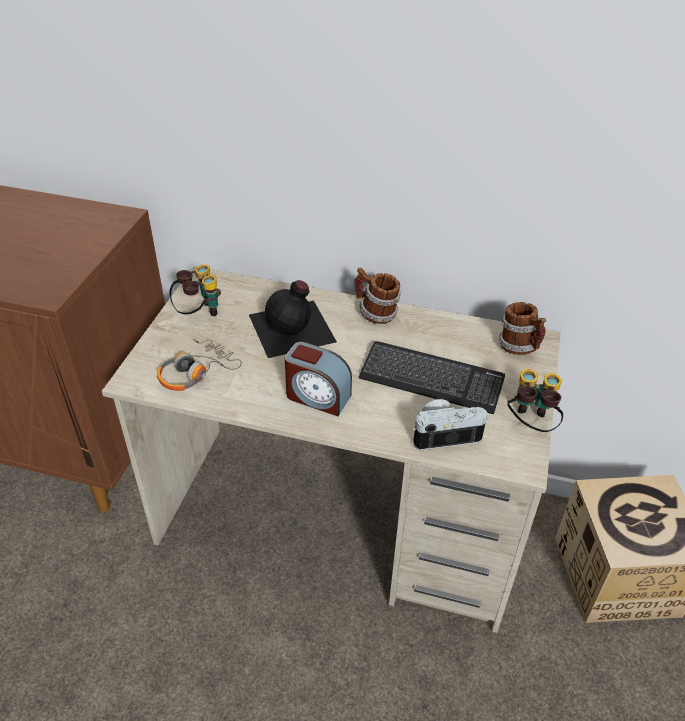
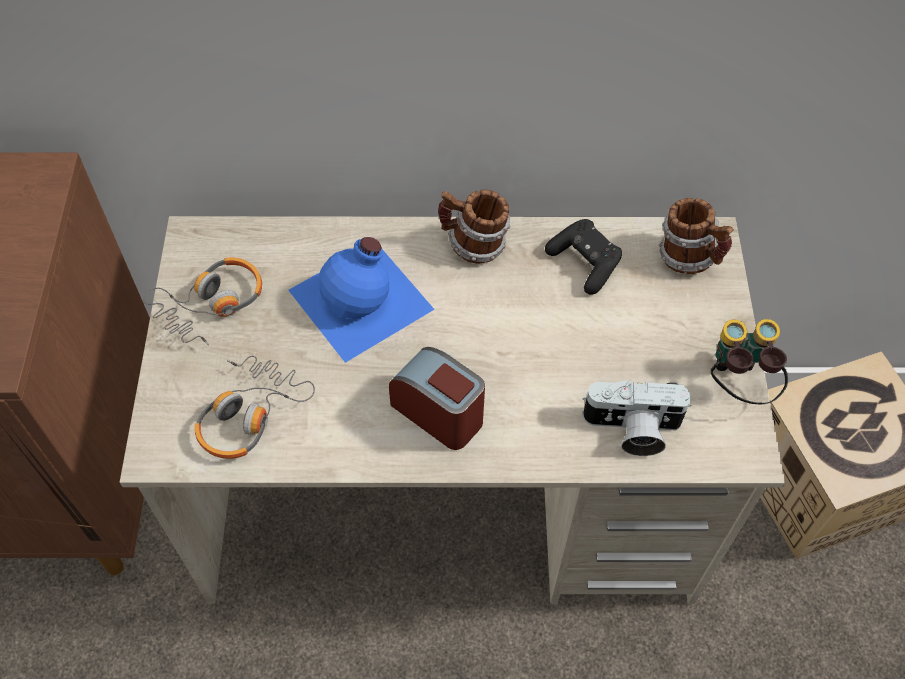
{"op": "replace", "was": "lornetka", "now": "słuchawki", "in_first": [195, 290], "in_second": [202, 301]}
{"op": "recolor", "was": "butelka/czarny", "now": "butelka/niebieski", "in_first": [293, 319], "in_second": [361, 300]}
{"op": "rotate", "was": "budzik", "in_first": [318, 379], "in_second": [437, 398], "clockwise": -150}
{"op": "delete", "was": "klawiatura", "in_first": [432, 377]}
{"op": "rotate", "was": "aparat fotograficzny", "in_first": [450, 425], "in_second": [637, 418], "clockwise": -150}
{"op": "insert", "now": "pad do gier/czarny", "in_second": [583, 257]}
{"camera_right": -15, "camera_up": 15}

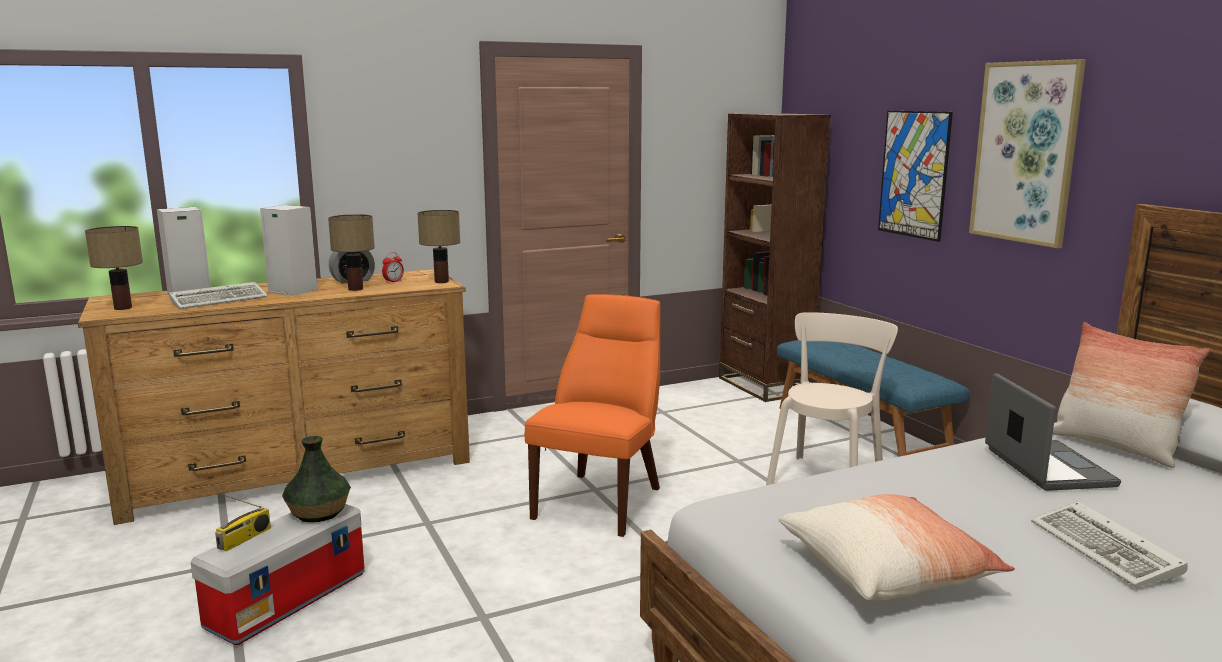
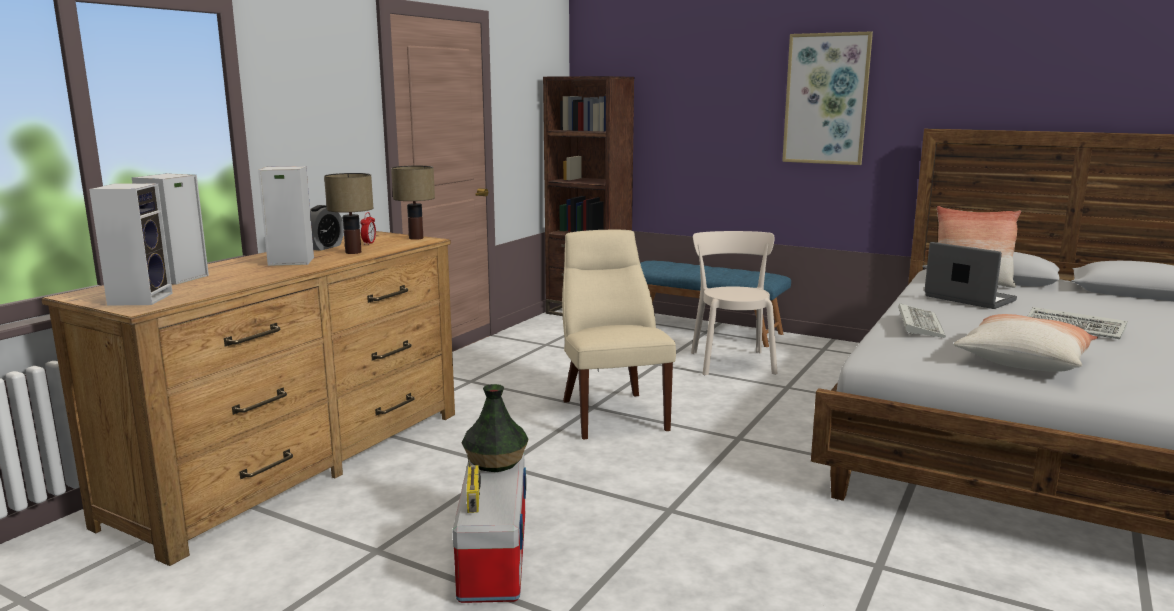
{"op": "replace", "was": "lampa stołowa", "now": "głośnik", "in_first": [114, 268], "in_second": [131, 244]}
{"op": "move", "was": "klawiatura", "in_first": [218, 295], "in_second": [922, 320]}
{"op": "recolor", "was": "krzesło/pomarańczowy", "now": "krzesło/beżowy", "in_first": [592, 415], "in_second": [619, 334]}
{"op": "delete", "was": "obraz", "in_first": [915, 176]}
{"camera_right": -35, "camera_up": 0}

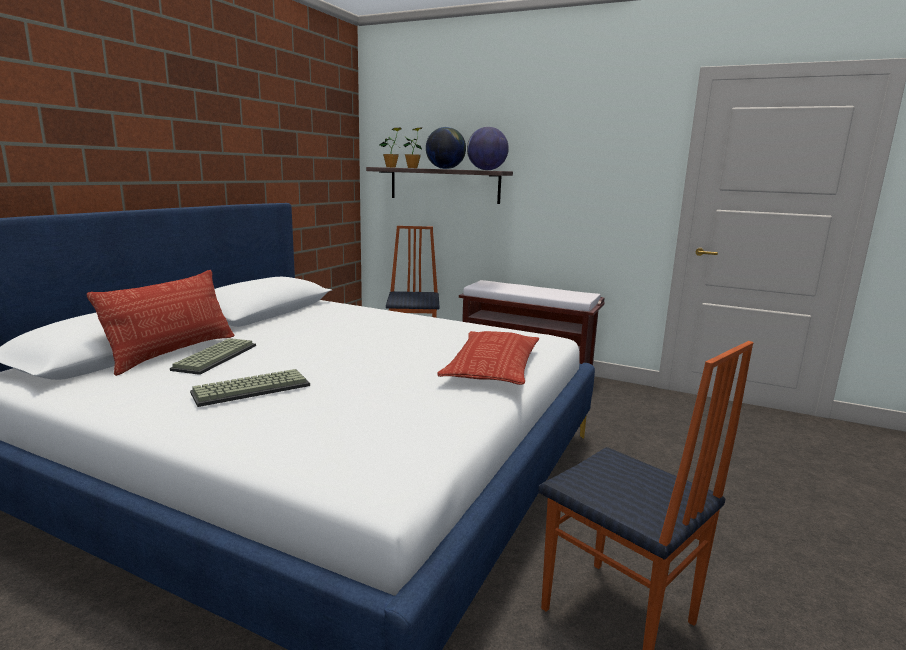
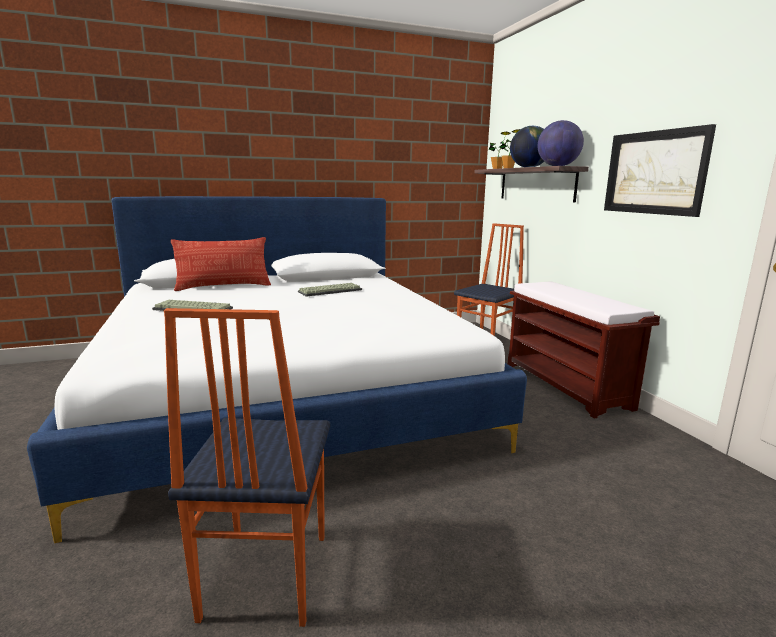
{"op": "move", "was": "klawiatura", "in_first": [213, 356], "in_second": [330, 290]}
{"op": "delete", "was": "poduszka", "in_first": [488, 358]}
{"op": "insert", "now": "obraz", "in_second": [660, 170]}
{"camera_right": 45, "camera_up": 0}

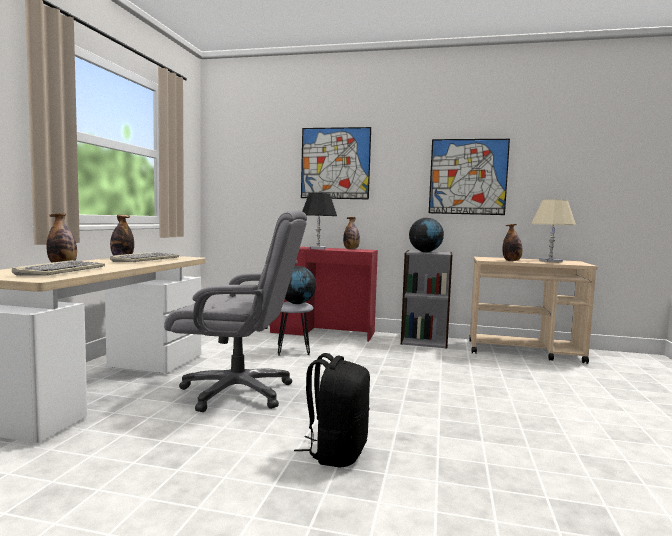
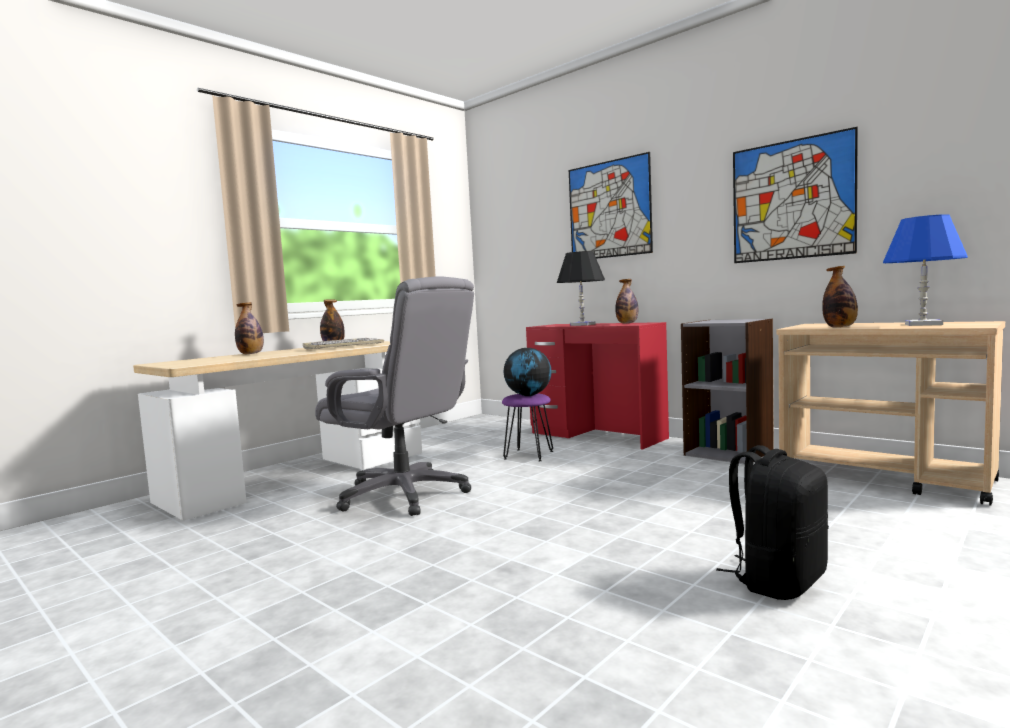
{"op": "delete", "was": "klawiatura", "in_first": [58, 268]}
{"op": "recolor", "was": "stołek/szary", "now": "stołek/fioletowy", "in_first": [295, 328], "in_second": [527, 427]}
{"op": "move", "was": "plecak/czarny", "in_first": [332, 410], "in_second": [772, 522]}
{"op": "delete", "was": "globus", "in_first": [426, 235]}
{"op": "recolor", "was": "lampa stołowa/beżowy", "now": "lampa stołowa/niebieski", "in_first": [553, 231], "in_second": [925, 270]}
{"camera_right": 30, "camera_up": 0}

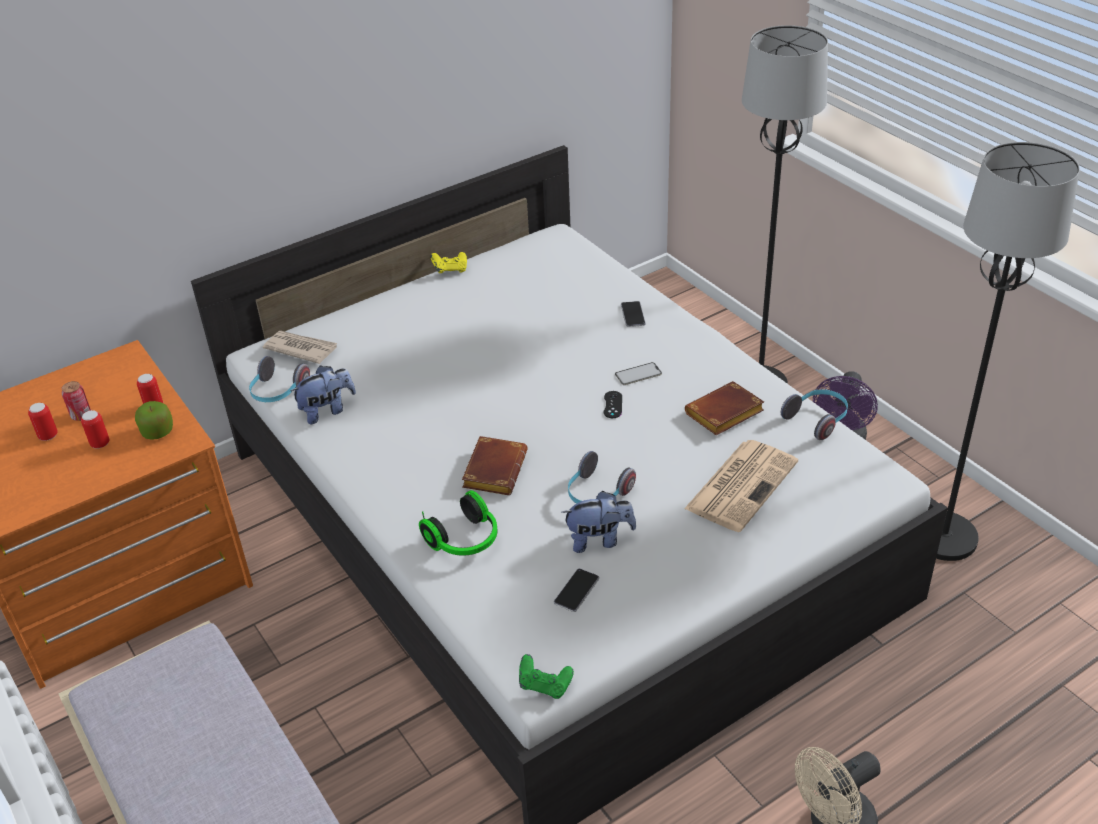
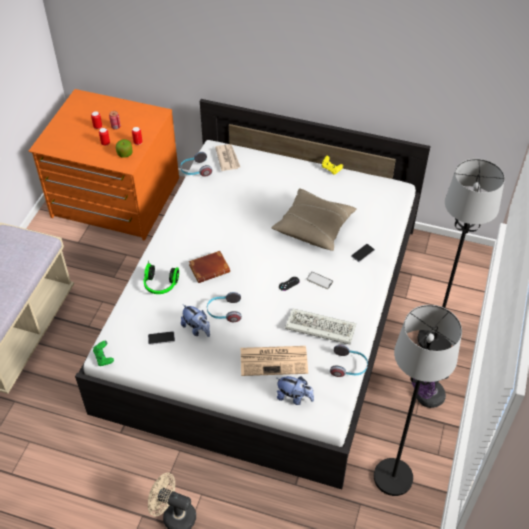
{"op": "move", "was": "pluszak", "in_first": [323, 394], "in_second": [295, 390]}
{"op": "replace", "was": "książka/brązowy", "now": "klawiatura", "in_first": [724, 408], "in_second": [320, 327]}
{"op": "insert", "now": "poduszka/beżowy", "in_second": [314, 219]}
{"camera_right": 50, "camera_up": 10}

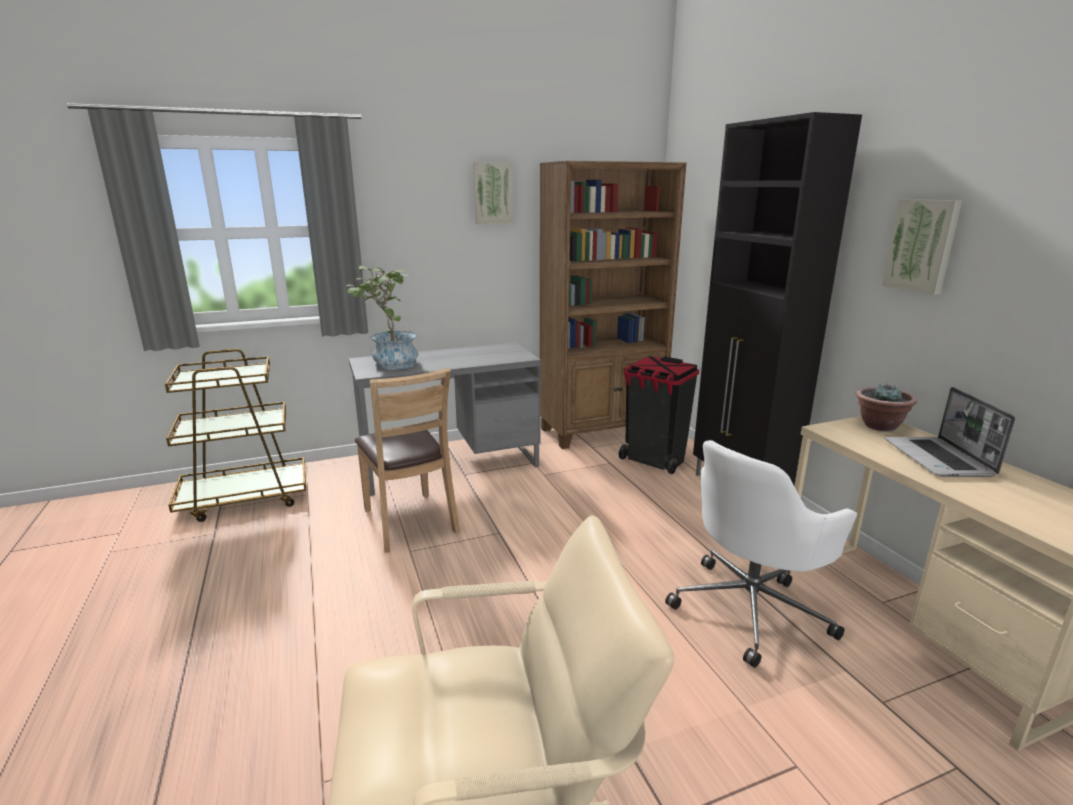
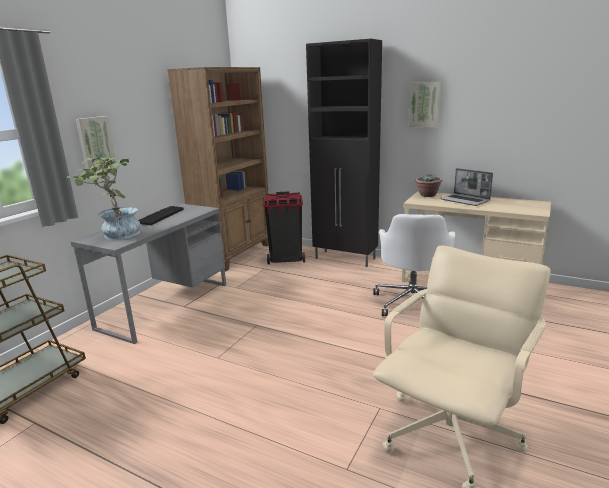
{"op": "delete", "was": "krzesło/brązowy", "in_first": [407, 460]}
{"op": "move", "was": "obraz", "in_first": [493, 193], "in_second": [96, 142]}
{"op": "insert", "now": "klawiatura", "in_second": [161, 215]}
{"camera_right": -40, "camera_up": 0}

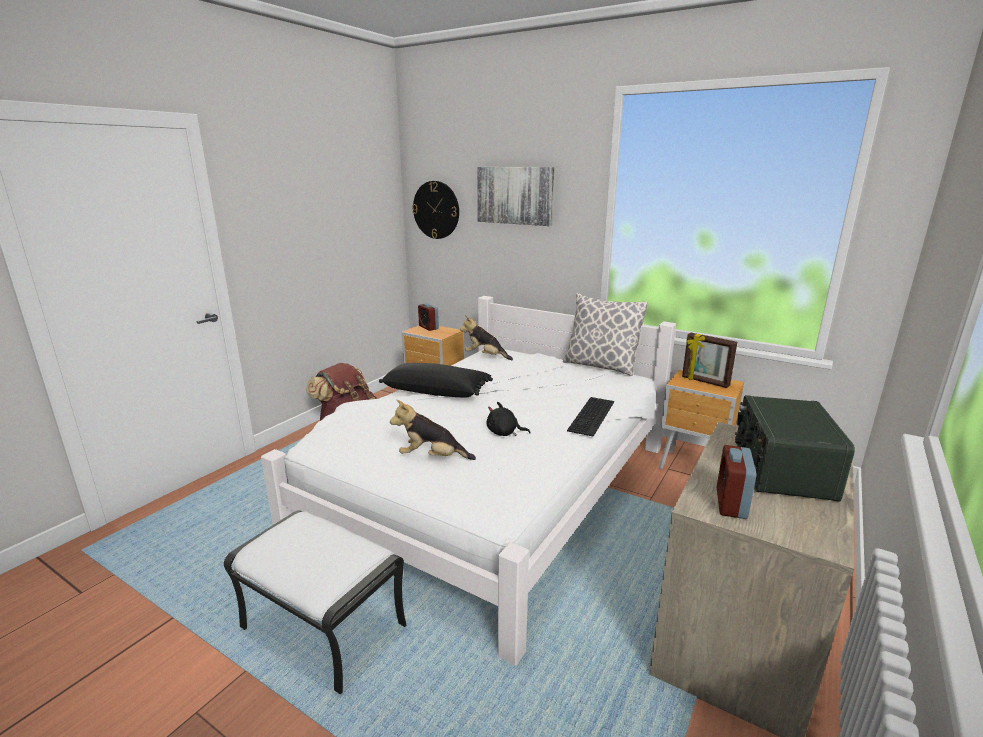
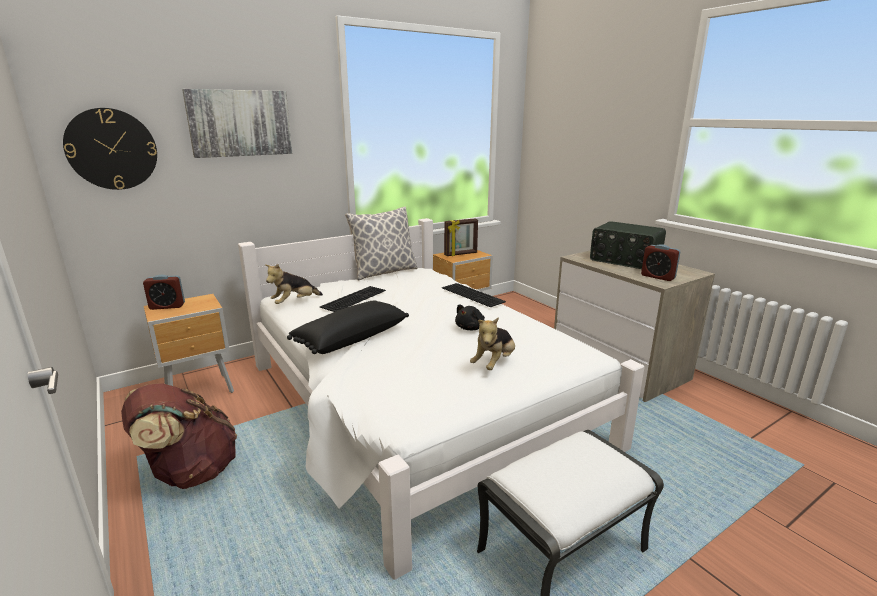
{"op": "insert", "now": "klawiatura", "in_second": [353, 299]}
{"camera_right": -65, "camera_up": 0}

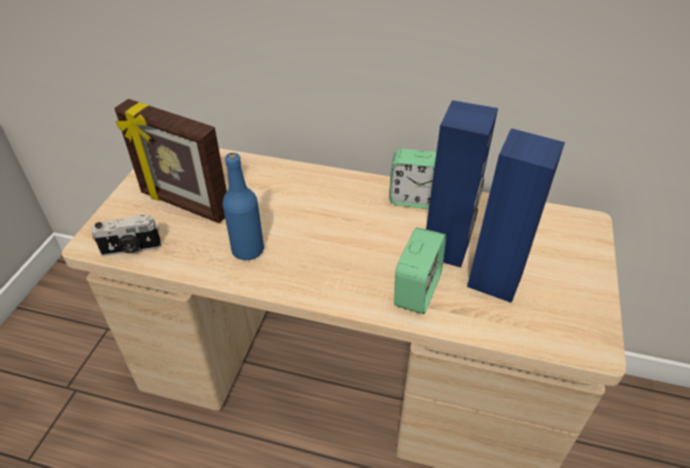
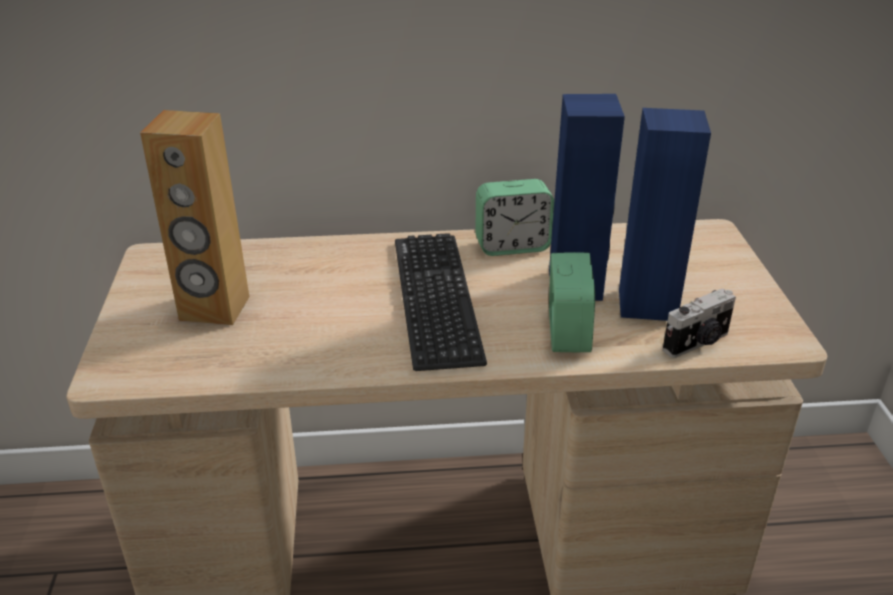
{"op": "move", "was": "aparat fotograficzny", "in_first": [126, 235], "in_second": [699, 323]}
{"op": "replace", "was": "ramka na zdjęcie", "now": "głośnik/brązowy", "in_first": [170, 161], "in_second": [194, 217]}
{"op": "delete", "was": "butelka/niebieski", "in_first": [243, 206]}
{"op": "insert", "now": "klawiatura", "in_second": [441, 302]}
{"camera_right": -20, "camera_up": -10}

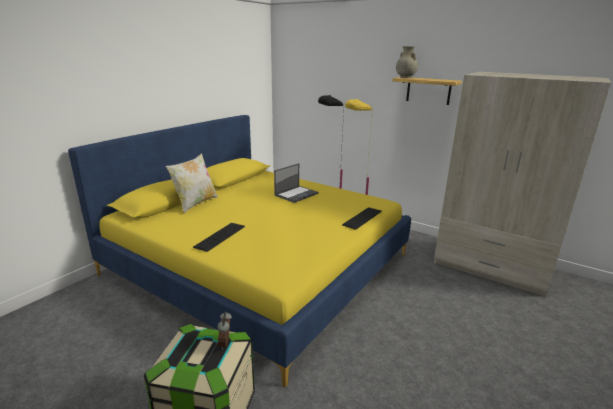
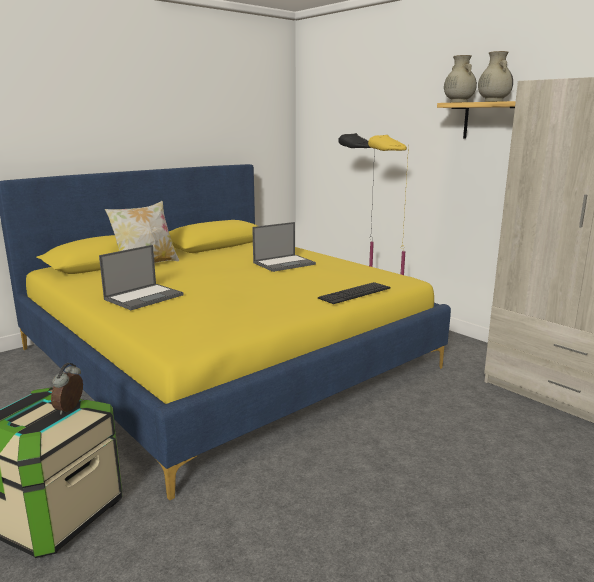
{"op": "replace", "was": "klawiatura", "now": "laptop", "in_first": [219, 237], "in_second": [141, 277]}
{"op": "insert", "now": "wazon/beżowy", "in_second": [495, 76]}
{"camera_right": 15, "camera_up": -5}

